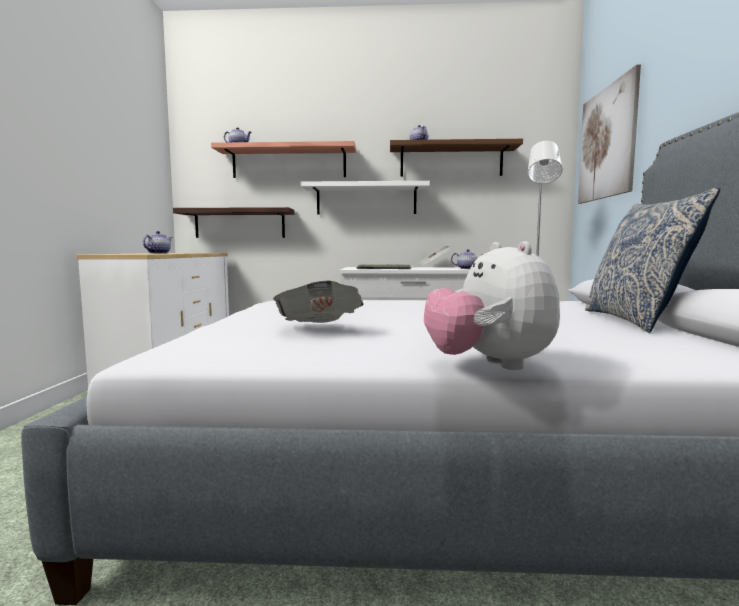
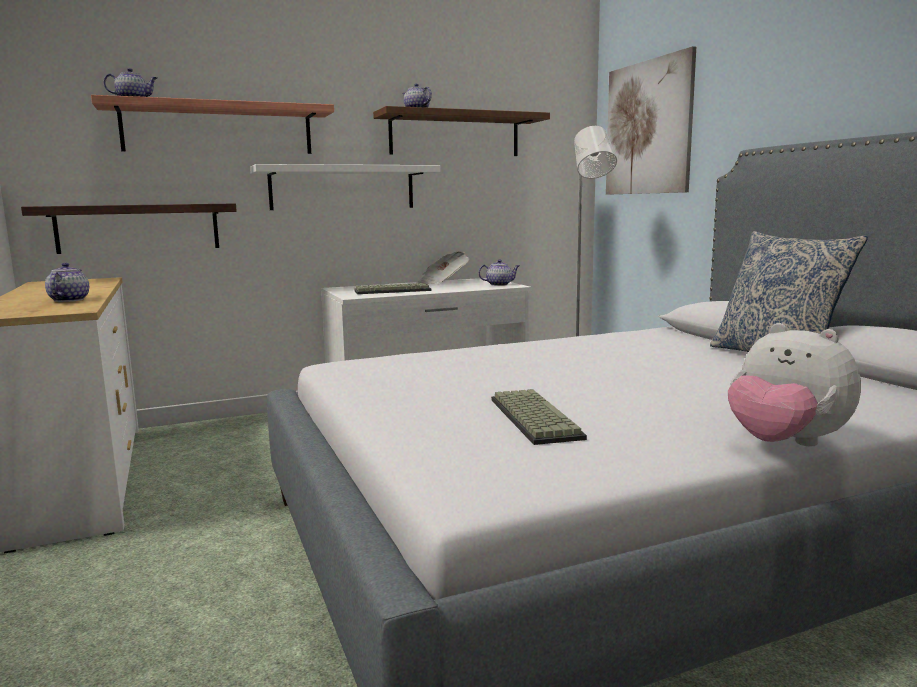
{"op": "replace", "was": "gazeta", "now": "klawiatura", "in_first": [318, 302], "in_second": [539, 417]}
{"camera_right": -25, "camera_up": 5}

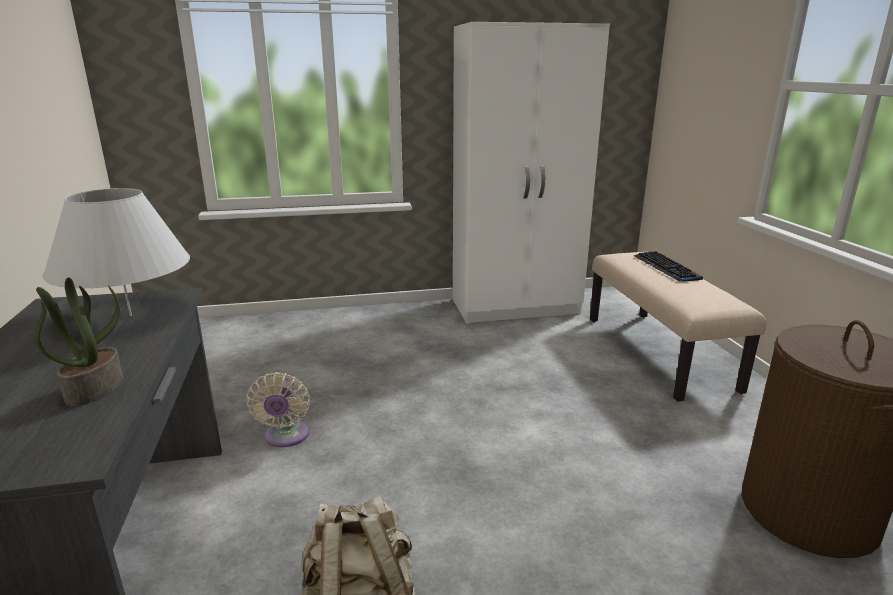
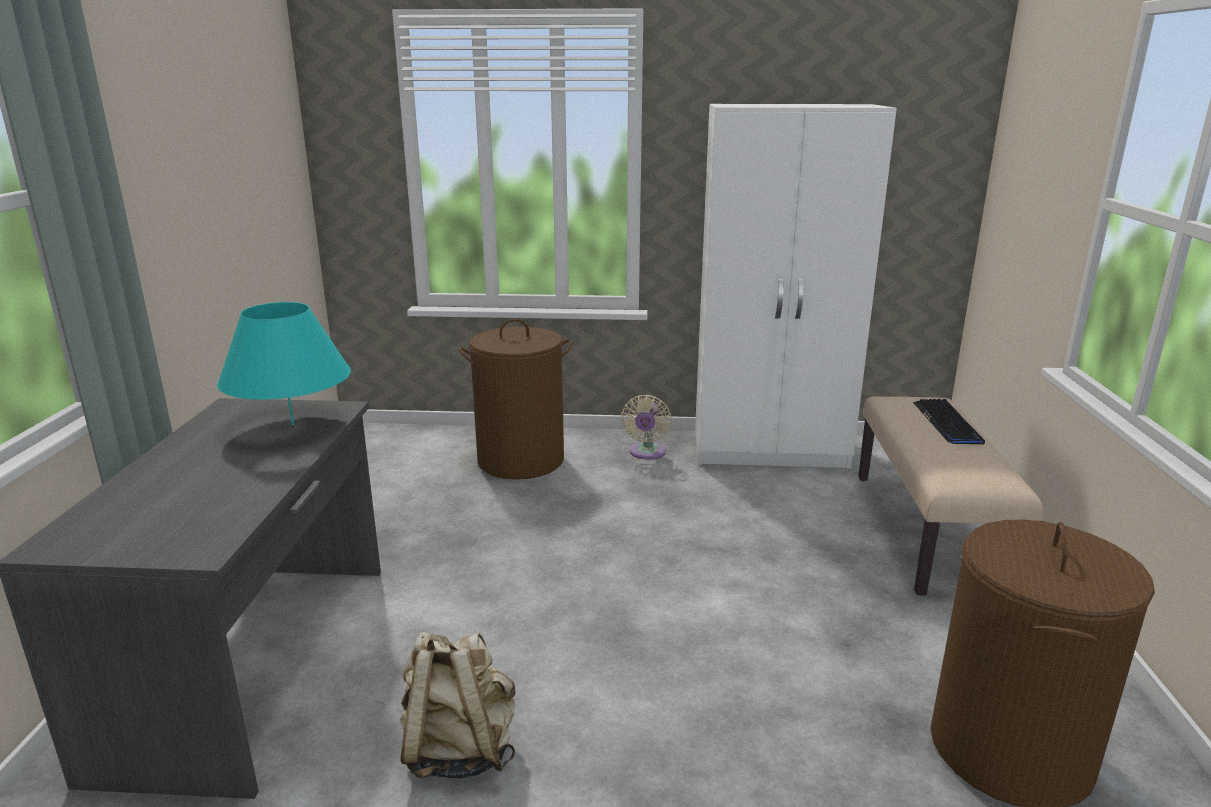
{"op": "delete", "was": "roślina doniczkowa", "in_first": [79, 342]}
{"op": "recolor", "was": "lampa stołowa/biały", "now": "lampa stołowa/turkusowy", "in_first": [116, 252], "in_second": [284, 364]}
{"op": "move", "was": "wentylator/beżowy", "in_first": [278, 410], "in_second": [646, 427]}
{"op": "insert", "now": "kosz na pranie/brązowy", "in_second": [515, 399]}
{"camera_right": 15, "camera_up": 0}

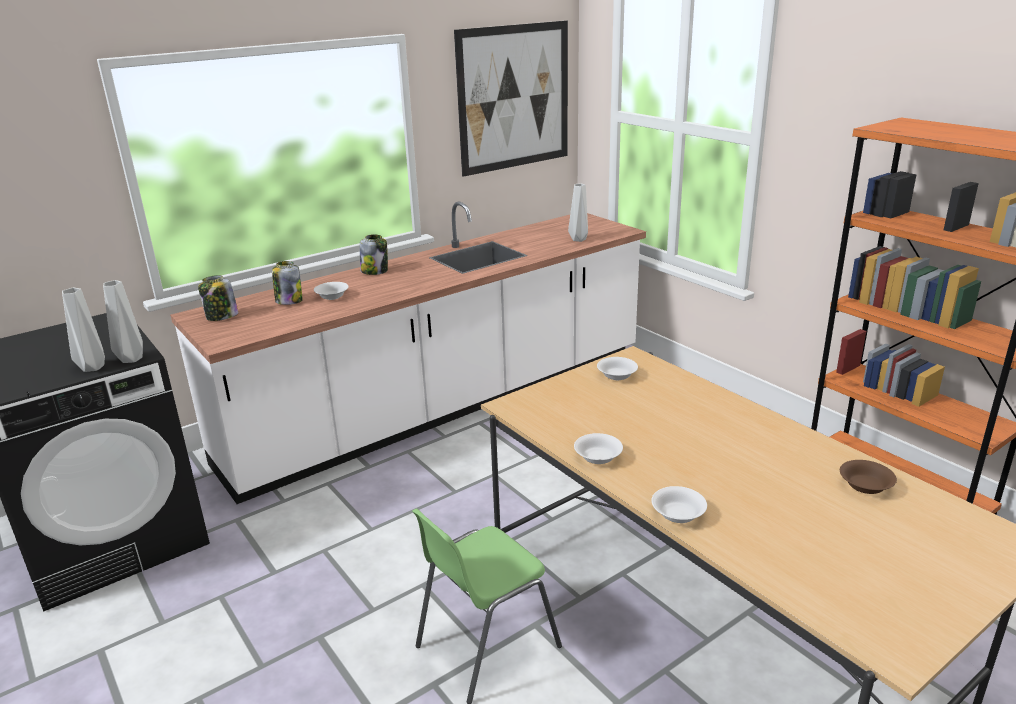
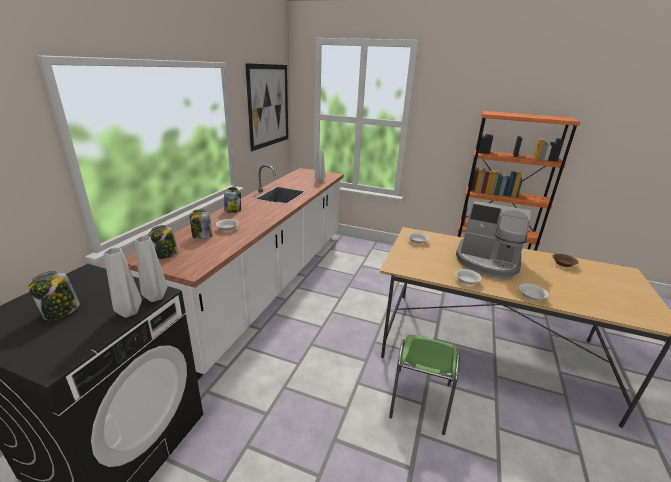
{"op": "insert", "now": "słoik", "in_second": [54, 295]}
{"op": "insert", "now": "ekspres do kawy", "in_second": [493, 239]}
{"camera_right": -35, "camera_up": 0}

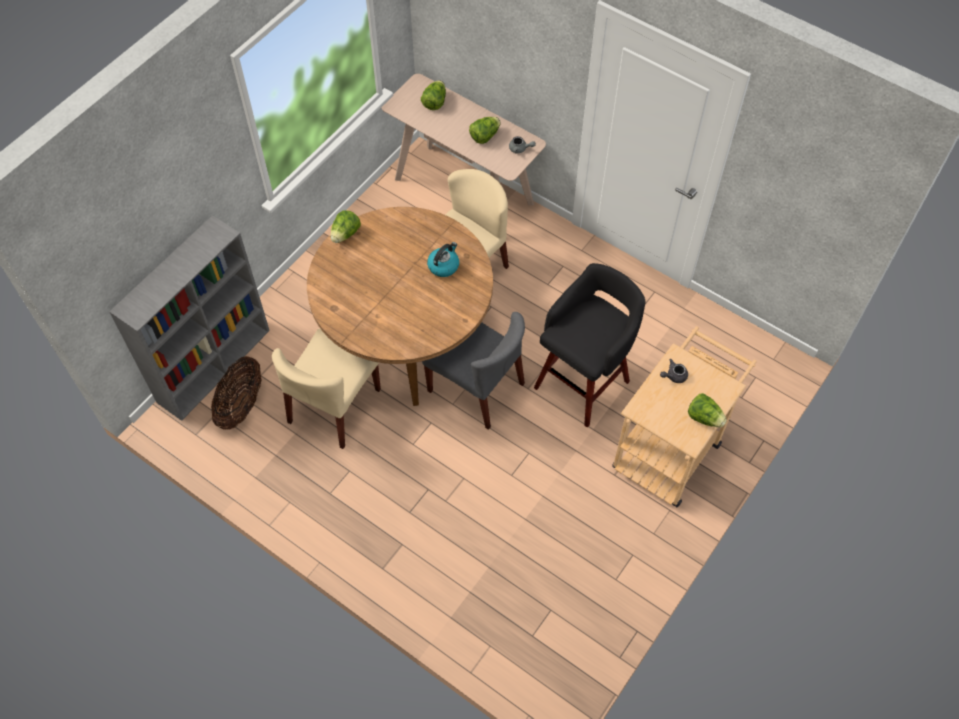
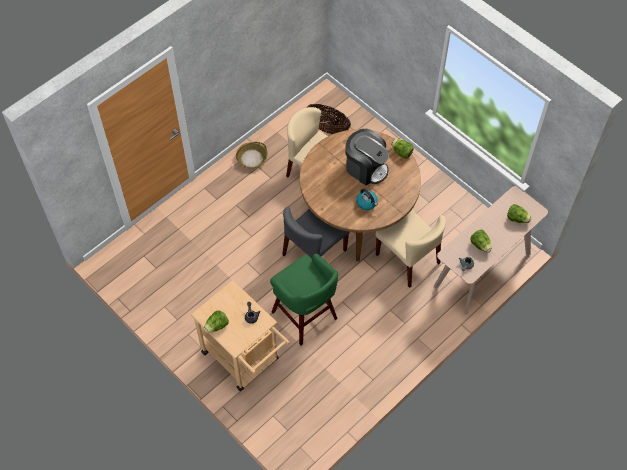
{"op": "delete", "was": "regał/szary", "in_first": [189, 318]}
{"op": "recolor", "was": "stołek/czarny", "now": "stołek/zielony", "in_first": [590, 345], "in_second": [304, 299]}
{"op": "insert", "now": "koszyk", "in_second": [251, 155]}
{"op": "insert", "now": "ekspres do kawy", "in_second": [367, 157]}
{"camera_right": 100, "camera_up": 0}

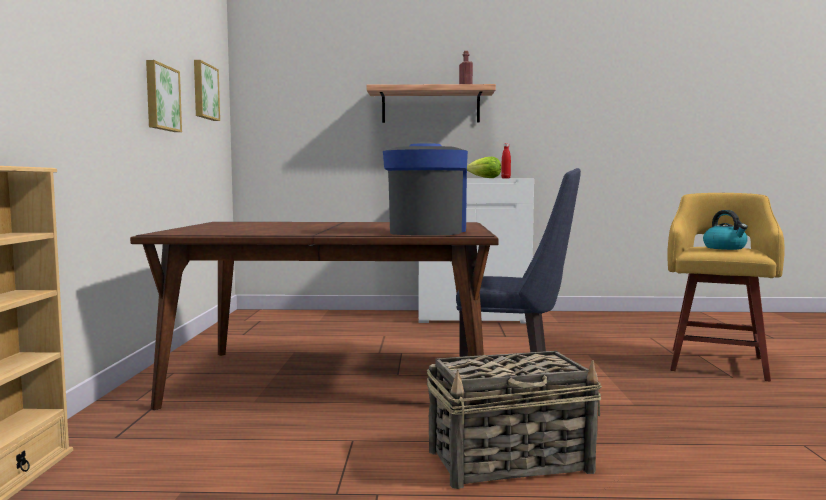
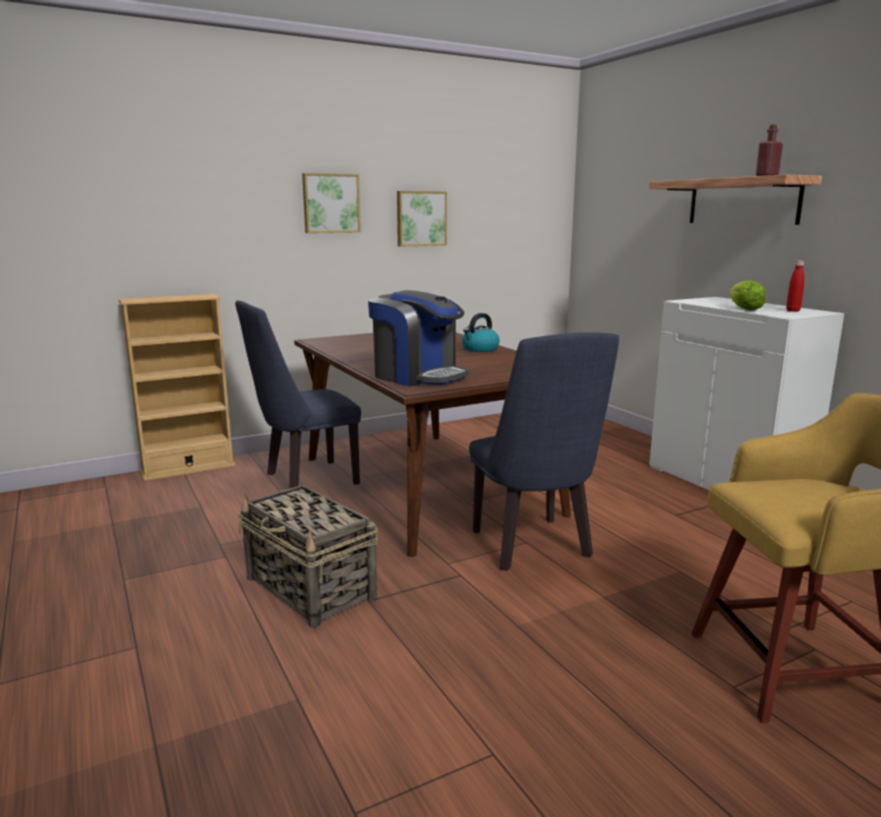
{"op": "move", "was": "obraz", "in_first": [207, 90], "in_second": [331, 203]}
{"op": "rotate", "was": "ekspres do kawy", "in_first": [425, 189], "in_second": [418, 338], "clockwise": 60}
{"op": "move", "was": "czajnik", "in_first": [725, 230], "in_second": [481, 332]}
{"op": "insert", "now": "krzesło/niebieski", "in_second": [298, 395]}
{"camera_right": 60, "camera_up": 10}

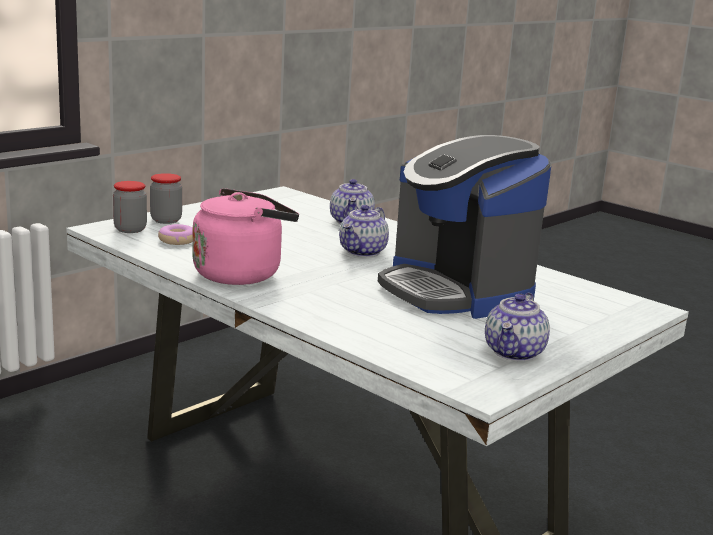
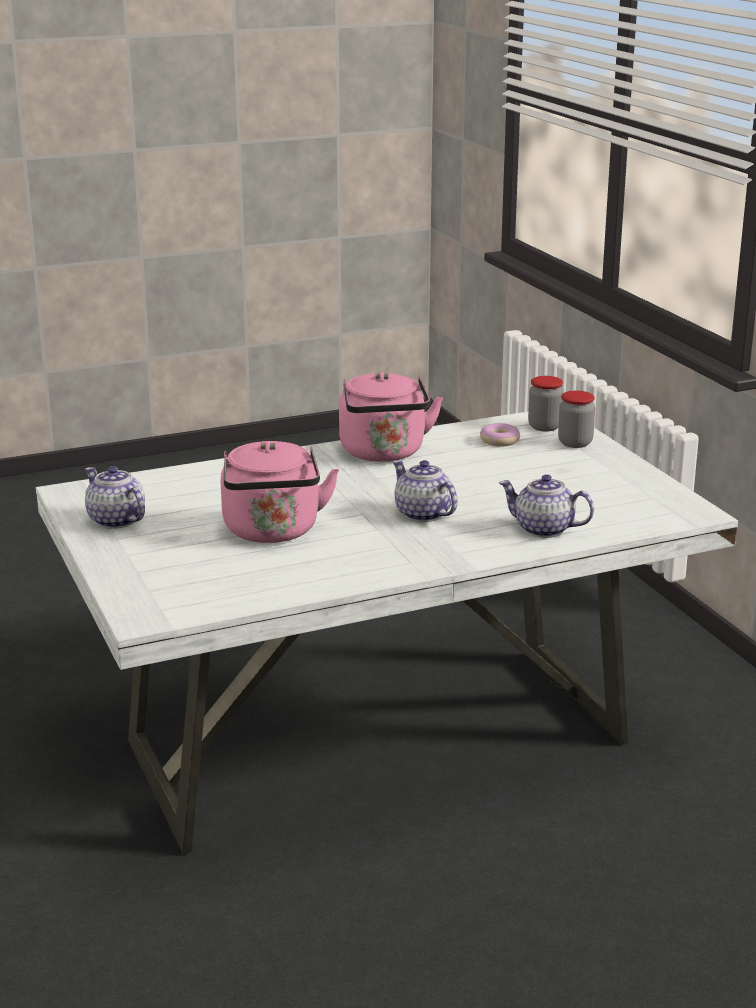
{"op": "replace", "was": "ekspres do kawy", "now": "czajnik/różowy", "in_first": [464, 227], "in_second": [280, 492]}
{"camera_right": 115, "camera_up": 5}

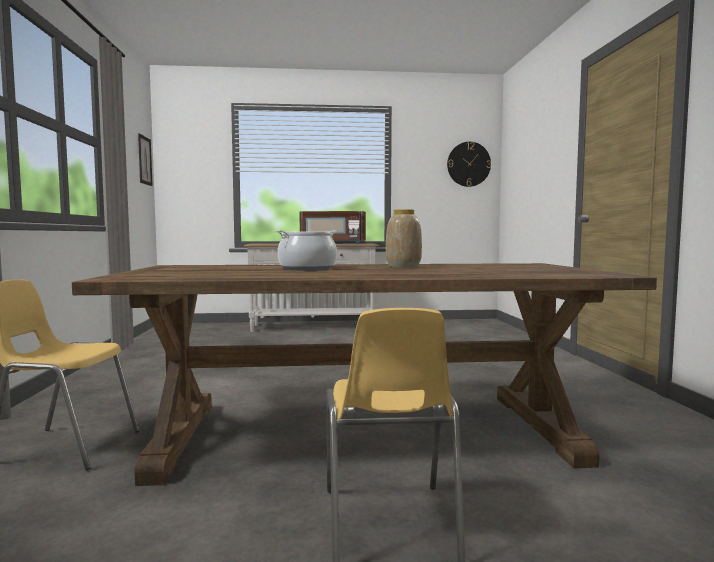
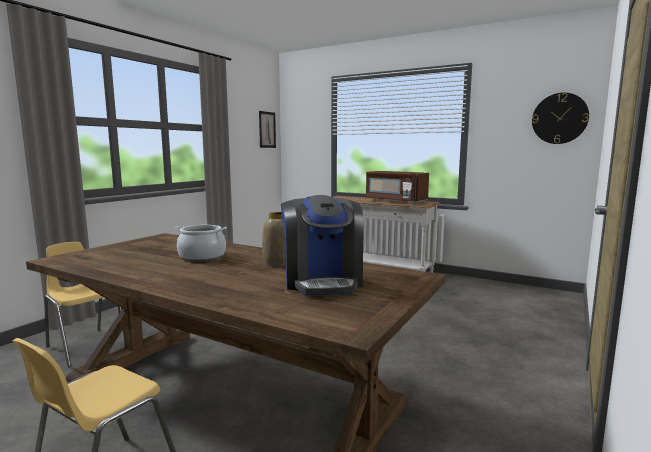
{"op": "insert", "now": "ekspres do kawy", "in_second": [322, 245]}
{"camera_right": 35, "camera_up": 5}

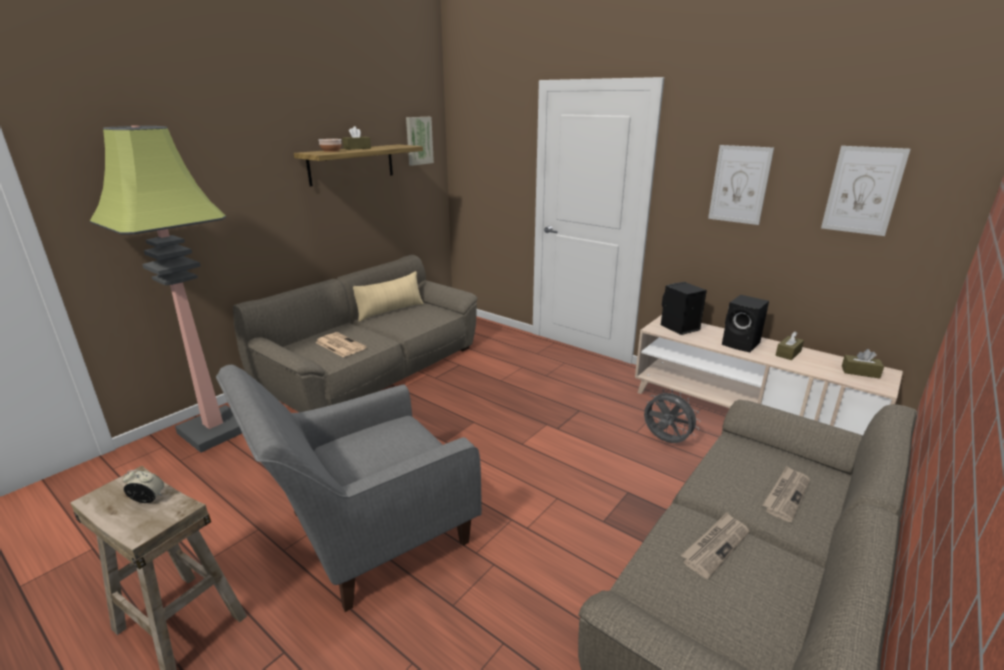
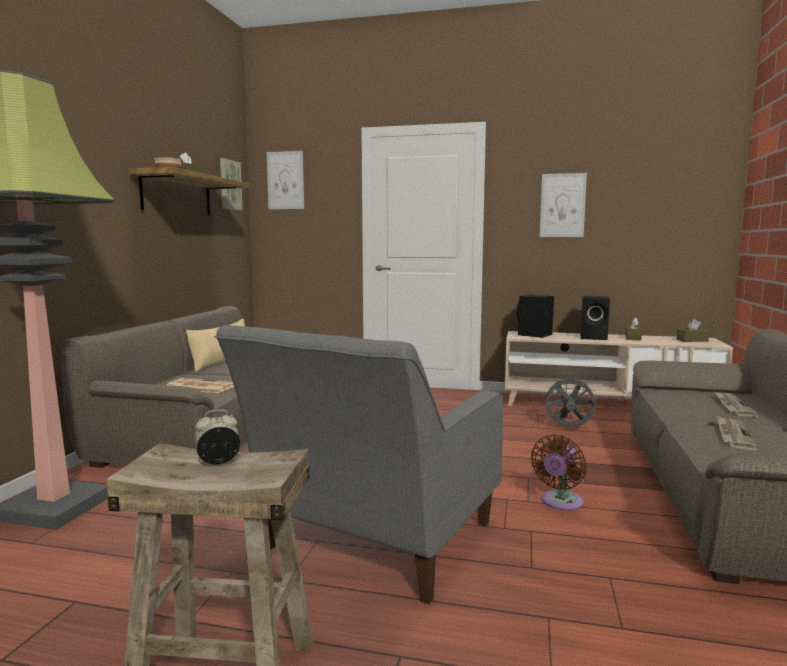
{"op": "move", "was": "obraz", "in_first": [865, 191], "in_second": [285, 180]}
{"op": "insert", "now": "wentylator/brązowy", "in_second": [558, 473]}
{"camera_right": -25, "camera_up": -15}

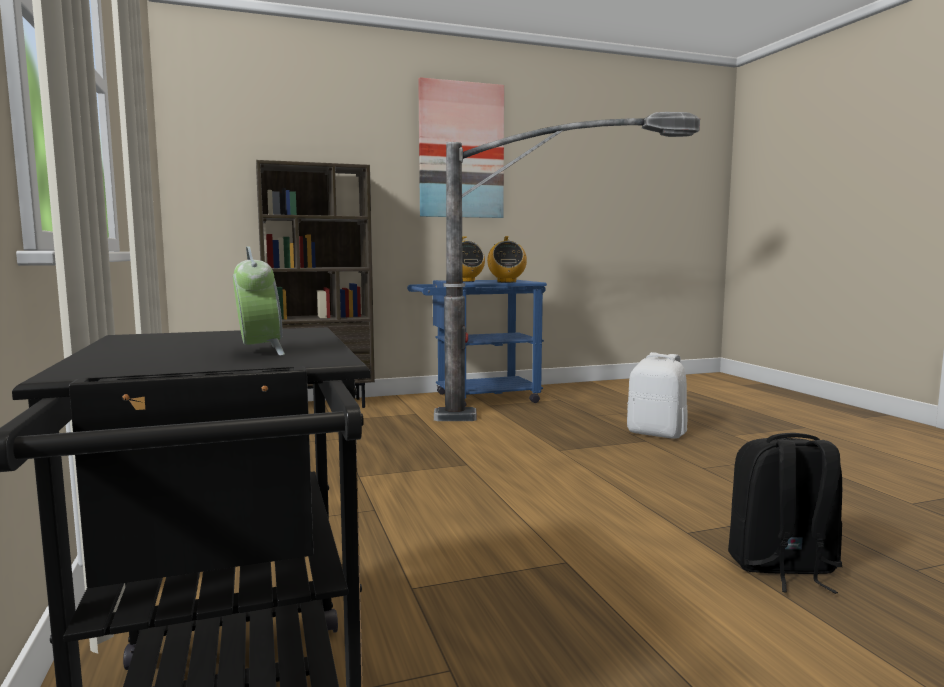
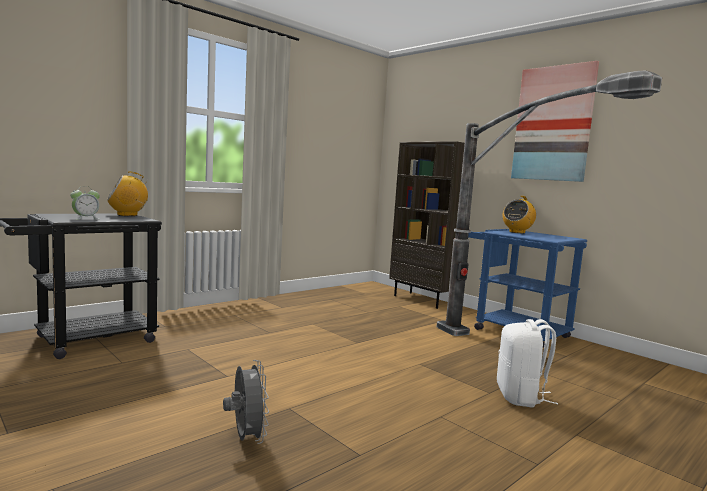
{"op": "move", "was": "radio", "in_first": [507, 259], "in_second": [127, 193]}
{"op": "replace", "was": "plecak/czarny", "now": "wentylator/szary", "in_first": [785, 513], "in_second": [246, 402]}
{"camera_right": 65, "camera_up": 0}

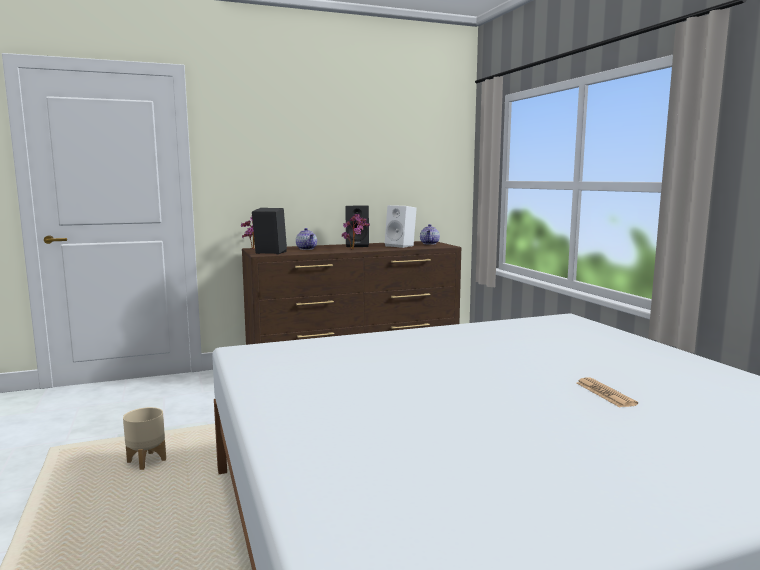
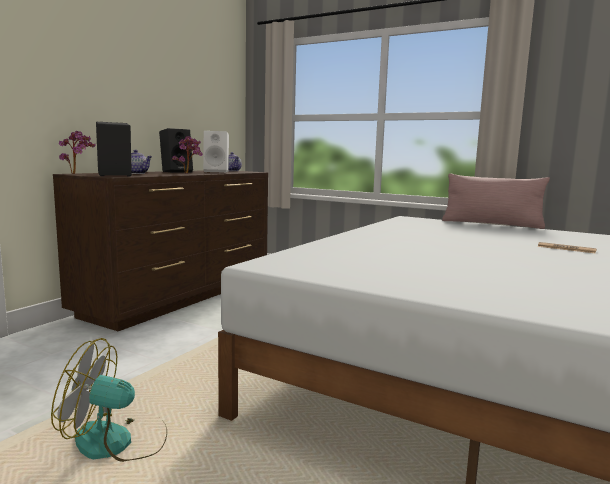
{"op": "replace", "was": "donica/beżowy", "now": "wentylator", "in_first": [144, 438], "in_second": [109, 400]}
{"op": "insert", "now": "poduszka/różowy", "in_second": [496, 201]}
{"camera_right": -40, "camera_up": 0}

